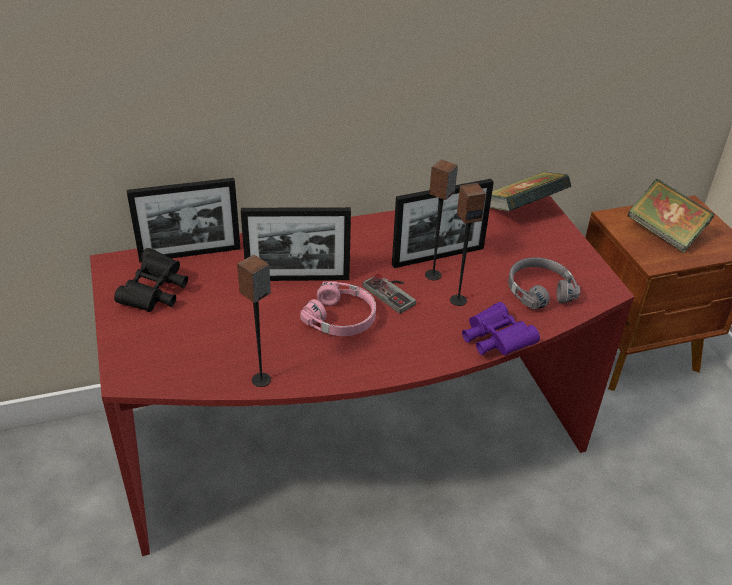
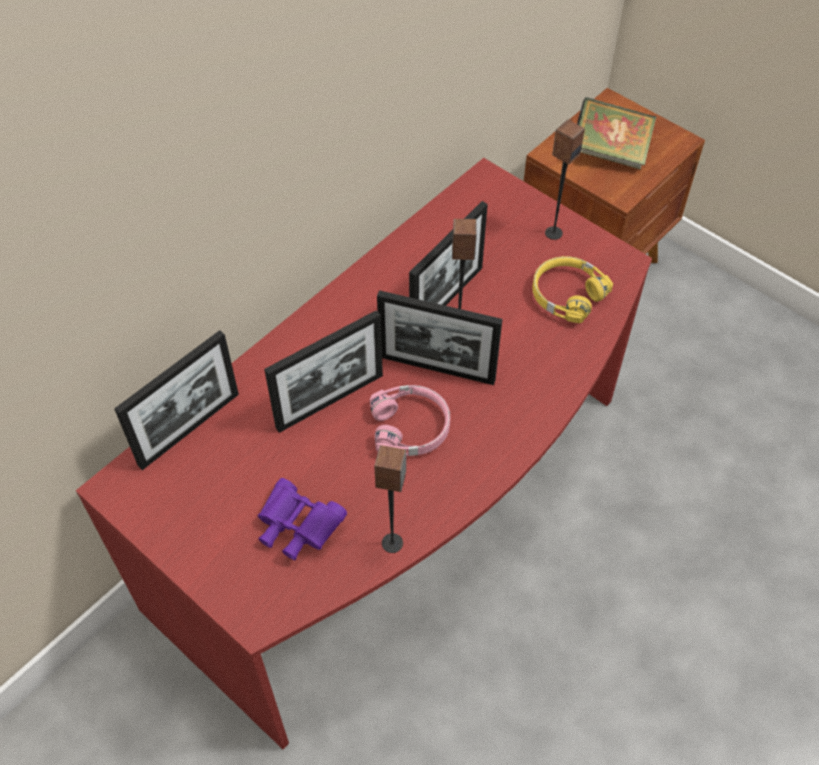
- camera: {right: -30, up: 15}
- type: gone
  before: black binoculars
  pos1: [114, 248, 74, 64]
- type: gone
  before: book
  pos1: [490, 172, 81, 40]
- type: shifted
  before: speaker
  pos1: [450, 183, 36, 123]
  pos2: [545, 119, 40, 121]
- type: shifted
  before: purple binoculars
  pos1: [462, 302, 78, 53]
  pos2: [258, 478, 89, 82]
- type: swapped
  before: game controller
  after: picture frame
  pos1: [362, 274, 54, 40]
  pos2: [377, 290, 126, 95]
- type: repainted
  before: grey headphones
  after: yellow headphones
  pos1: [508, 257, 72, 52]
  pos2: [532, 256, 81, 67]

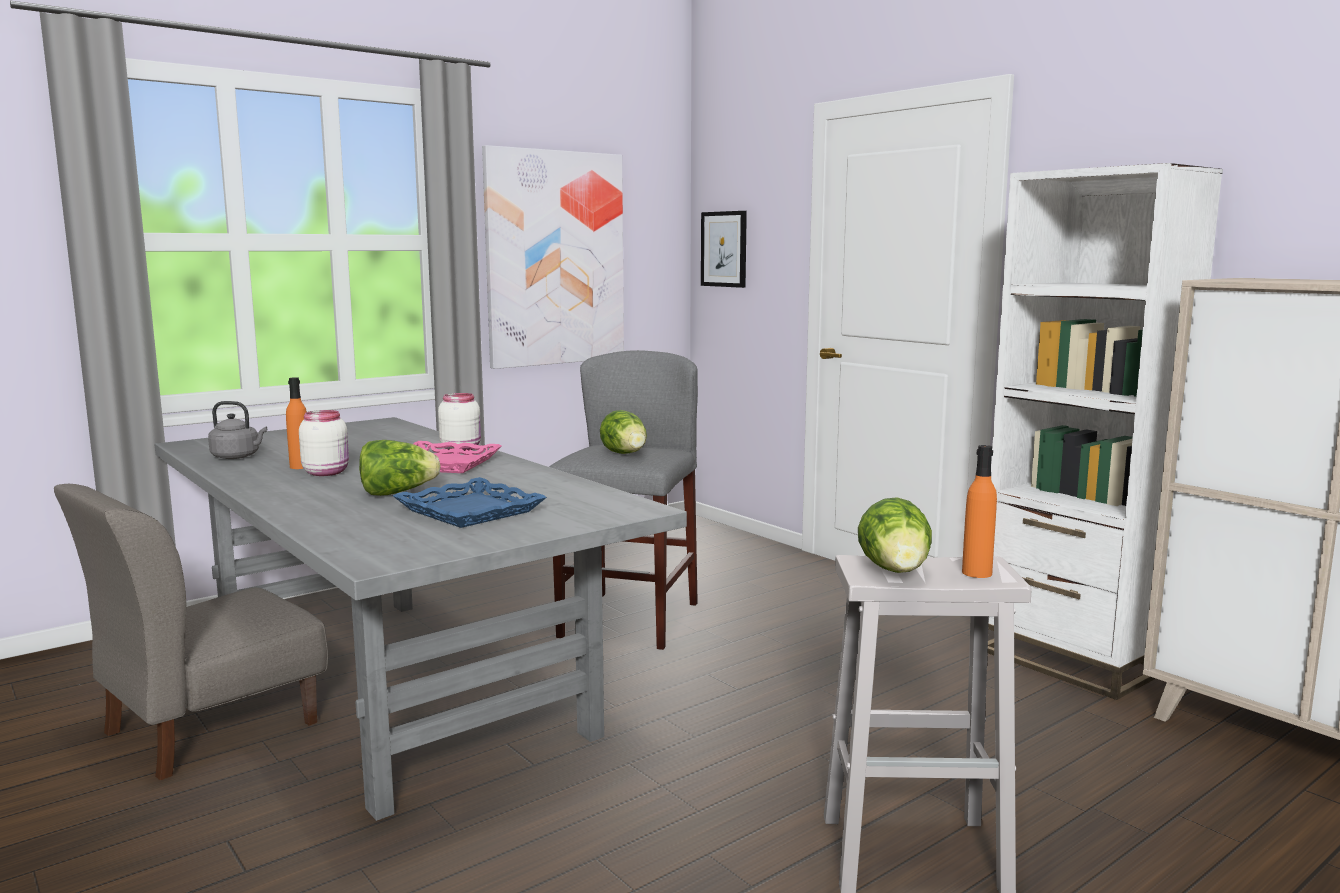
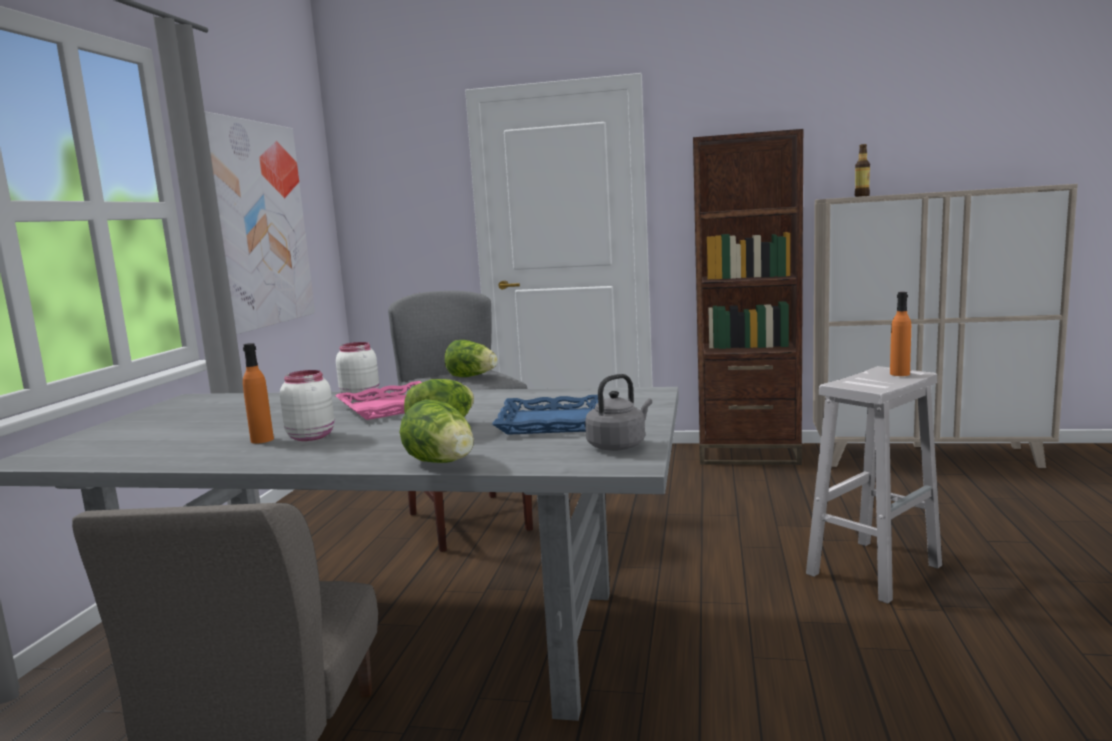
- camera: {right: -40, up: 0}
- type: gone
  before: picture
  pos1: [701, 211, 46, 77]
- type: new
  after: bottle
  pos2: [855, 144, 15, 53]
- type: shifted
  before: grey kettle
  pos1: [208, 401, 59, 58]
  pos2: [585, 374, 67, 77]
- type: shifted
  before: lettuce
  pos1: [858, 497, 74, 76]
  pos2: [400, 399, 74, 64]
- type: repainted
  before: white bookcase
  after: brown bookcase
  pos1: [988, 163, 235, 537]
  pos2: [693, 129, 110, 336]

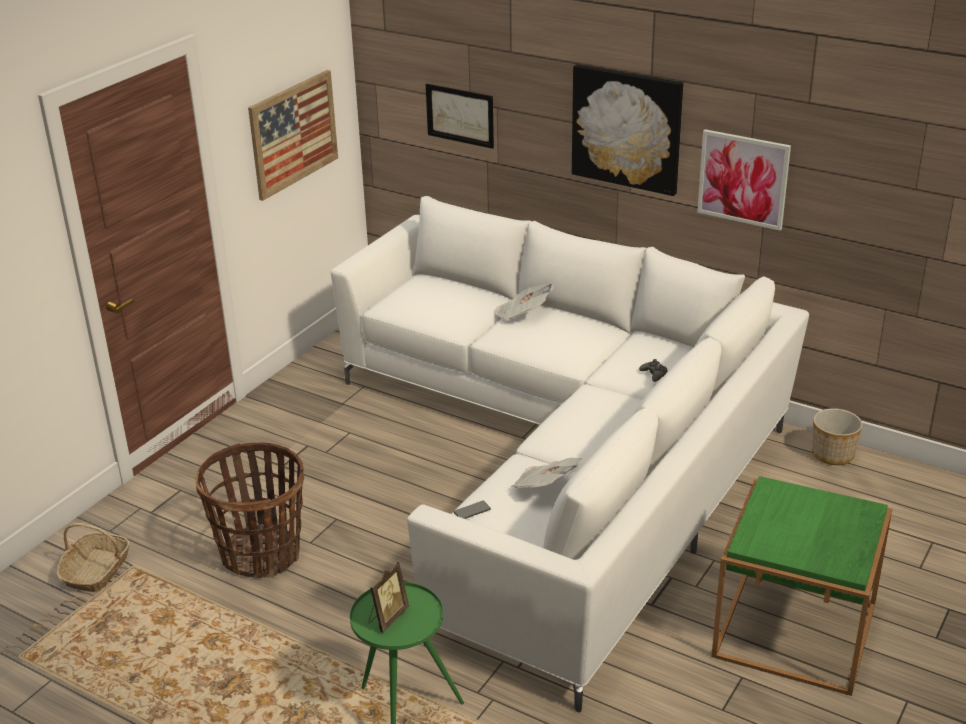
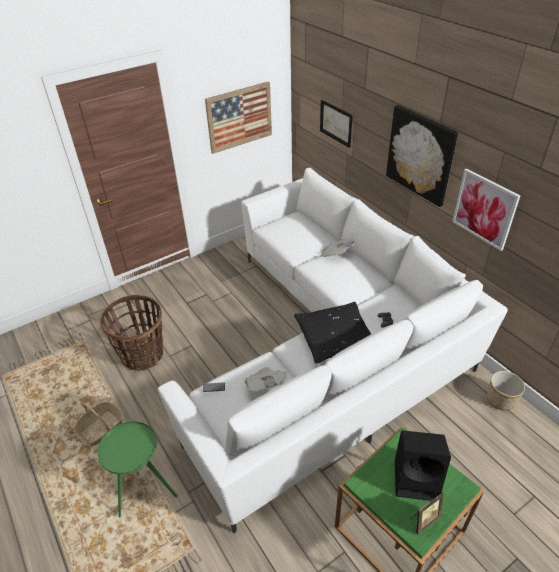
- camera: {right: 25, up: 10}
- type: new
  after: black pillow
  pos2: [294, 302, 77, 62]
- type: new
  after: black speaker
  pos2: [395, 430, 56, 71]
- type: shifted
  before: basket
  pos1: [56, 523, 74, 69]
  pos2: [73, 401, 51, 45]
- type: shifted
  before: picture frame
  pos1: [369, 562, 40, 71]
  pos2: [409, 493, 34, 41]

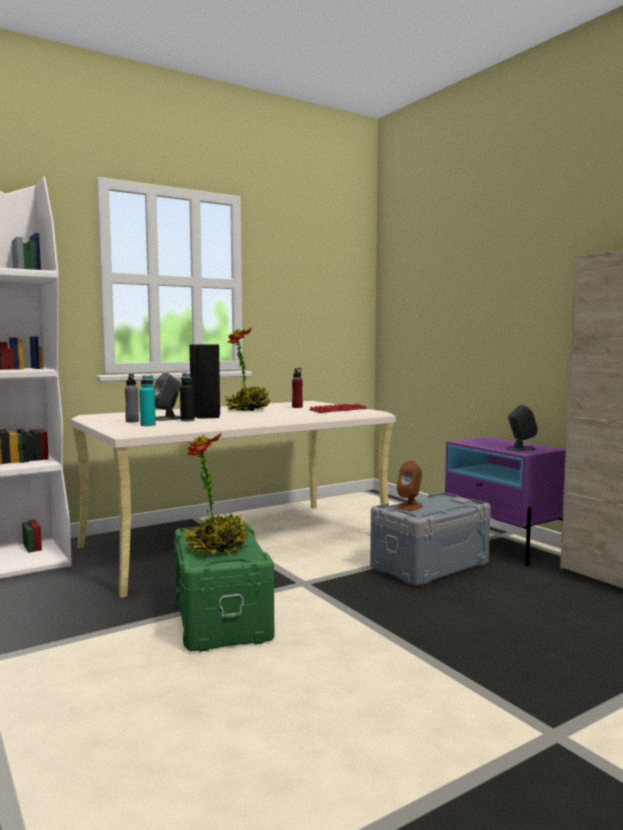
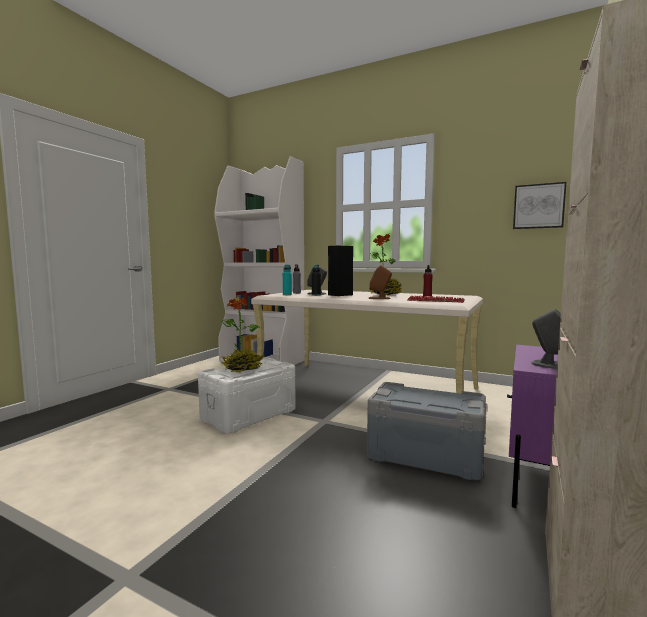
- camera: {right: 60, up: 0}
- type: new
  after: picture
  pos2: [513, 182, 53, 47]
- type: shifted
  before: brown speaker
  pos1: [397, 461, 26, 50]
  pos2: [368, 265, 24, 34]
- type: repainted
  before: green storage box
  after: white storage box
  pos1: [174, 523, 100, 129]
  pos2: [198, 357, 98, 77]

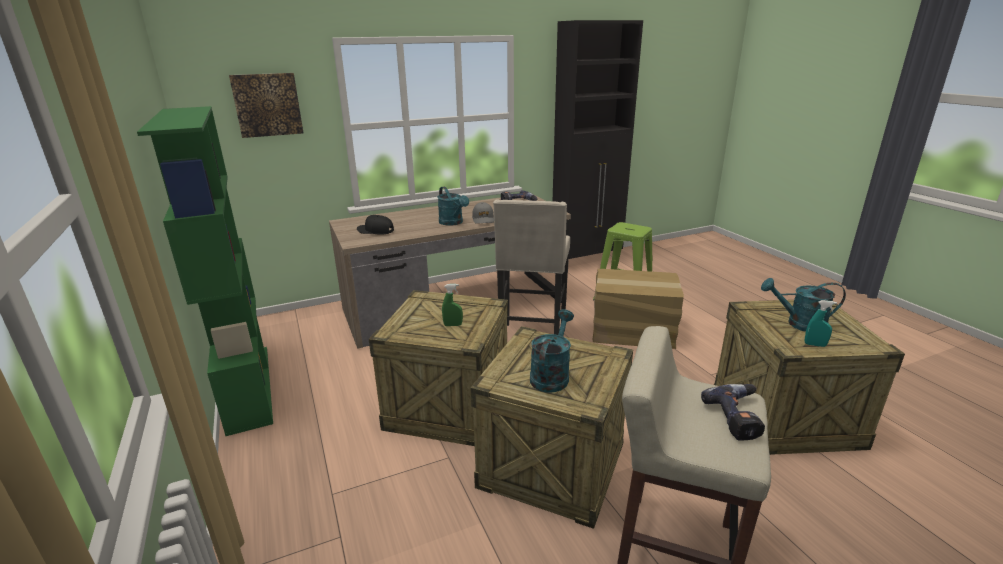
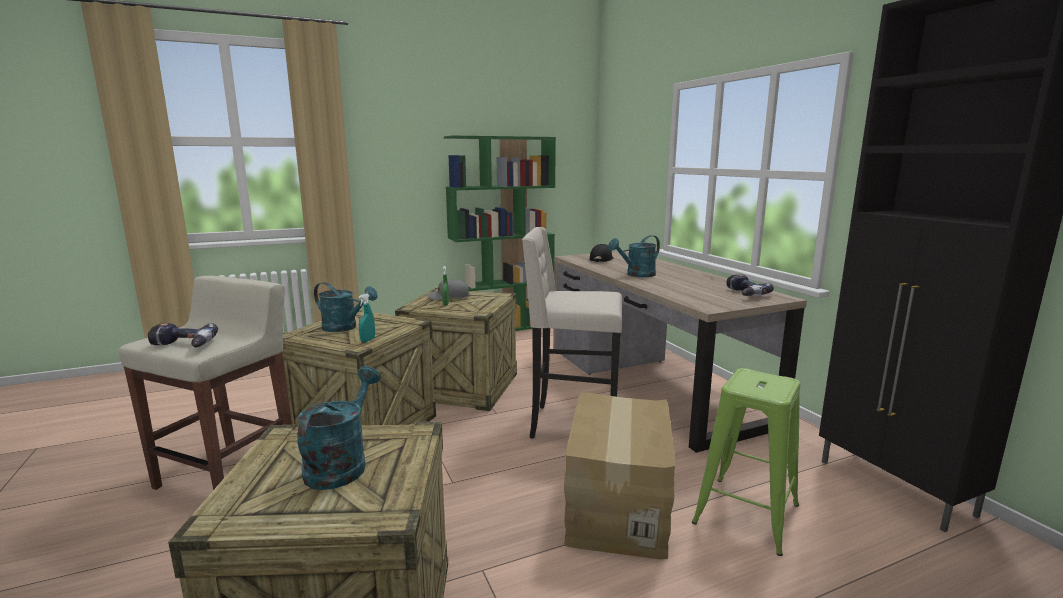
- camera: {right: 90, up: -10}
- type: gone
  before: picture
  pos1: [229, 73, 74, 65]
- type: shifted
  before: grey cap
  pos1: [472, 202, 22, 22]
  pos2: [427, 279, 42, 21]
- type: shifted
  before: turquoise spray bottle
  pos1: [805, 300, 32, 47]
  pos2: [358, 293, 17, 50]

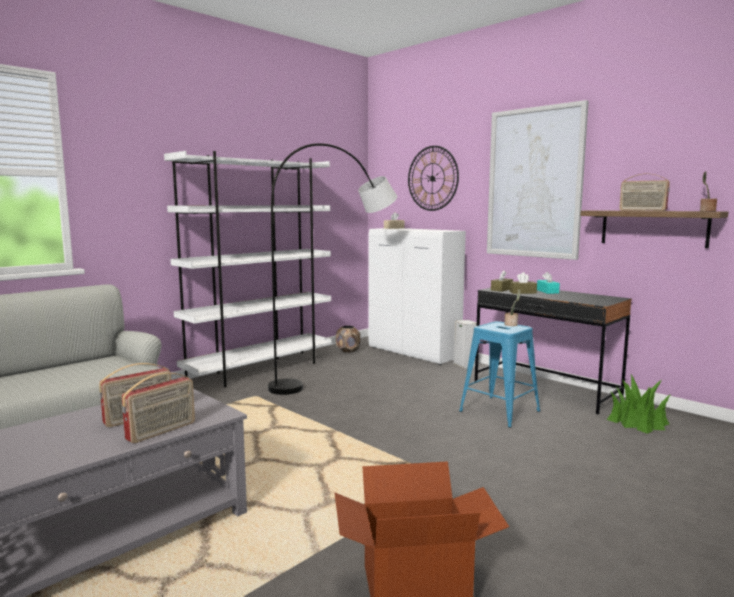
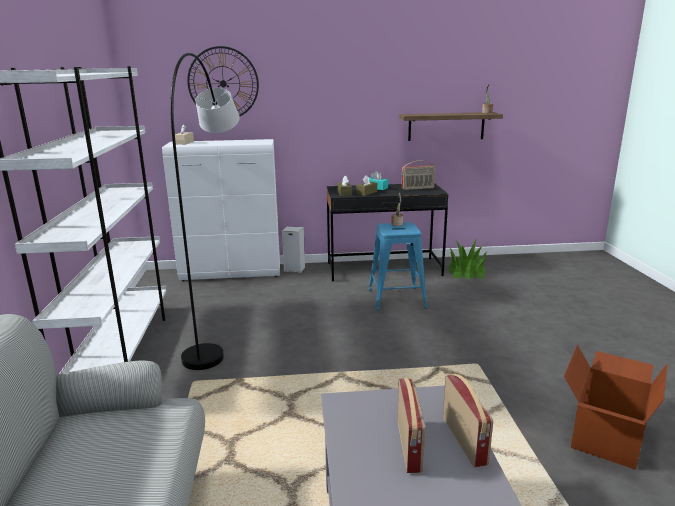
- camera: {right: -50, up: 10}
- type: gone
  before: brown planter
  pos1: [336, 326, 24, 27]
- type: gone
  before: picture
  pos1: [487, 100, 102, 160]
- type: shifted
  before: radio
  pos1: [619, 174, 51, 37]
  pos2: [402, 160, 33, 30]

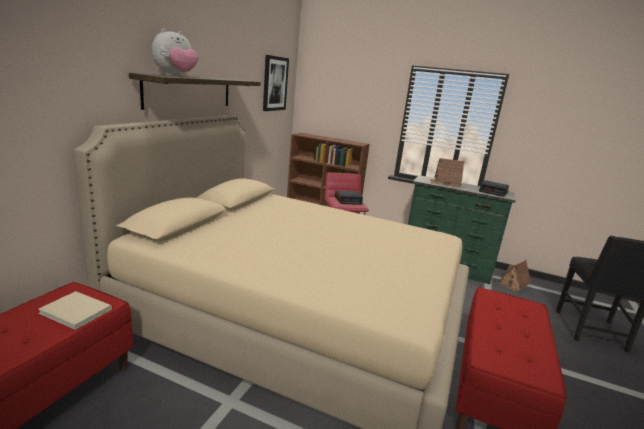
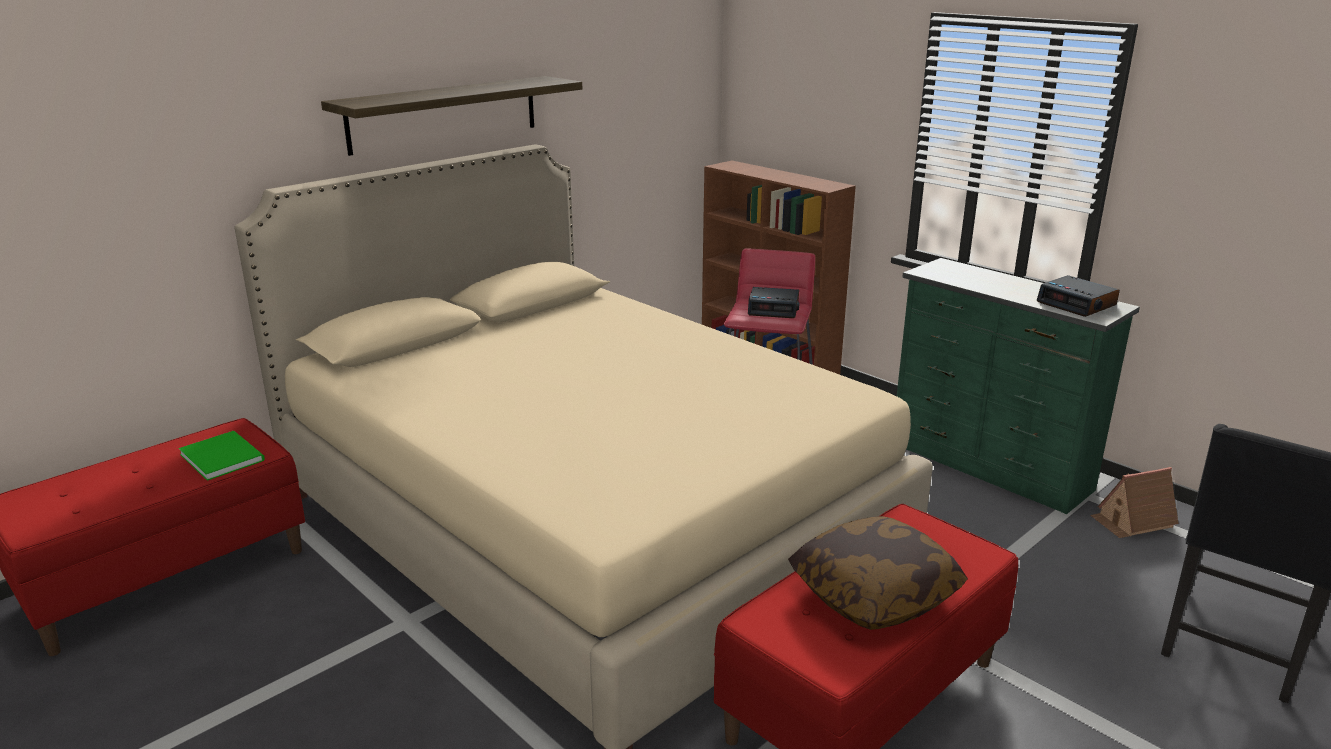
- camera: {right: 25, up: 5}
- type: gone
  before: plush toy
  pos1: [152, 28, 46, 48]
- type: gone
  before: picture
  pos1: [263, 55, 26, 56]
- type: gone
  before: toy house
  pos1: [430, 158, 35, 29]
- type: new
  after: pillow
  pos2: [788, 516, 180, 114]
- type: repainted
  before: beige book
  after: green book
  pos1: [38, 291, 74, 39]
  pos2: [179, 431, 86, 50]

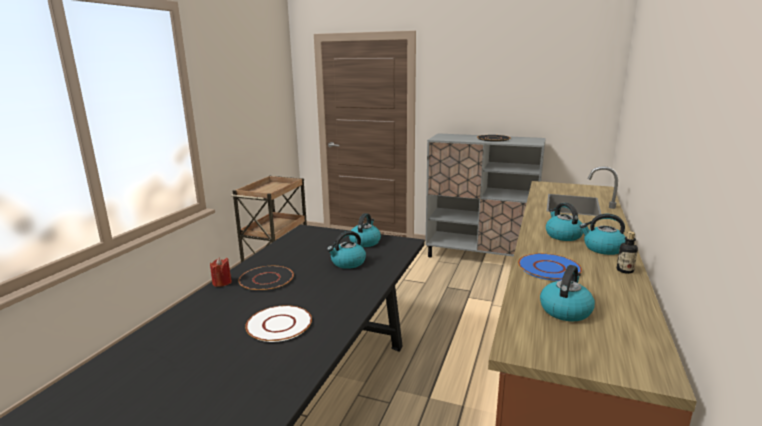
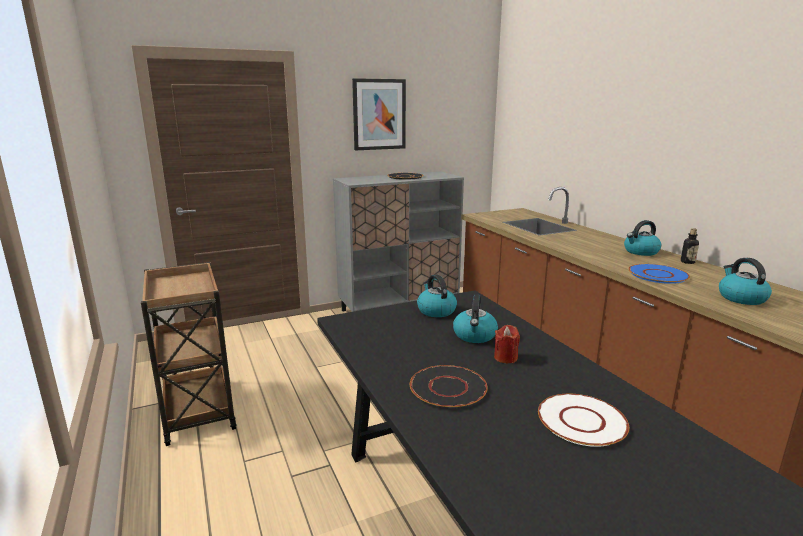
- camera: {right: -45, up: 0}
- type: gone
  before: kettle
  pos1: [546, 203, 37, 38]
- type: new
  after: picture
  pos2: [352, 78, 54, 72]
- type: shifted
  before: red candle
  pos1: [210, 257, 22, 30]
  pos2: [494, 325, 26, 38]

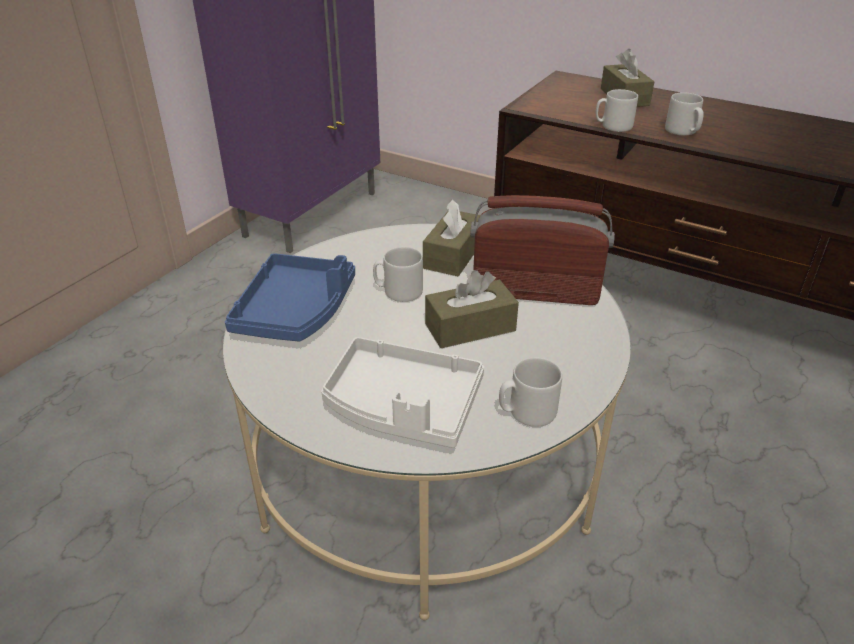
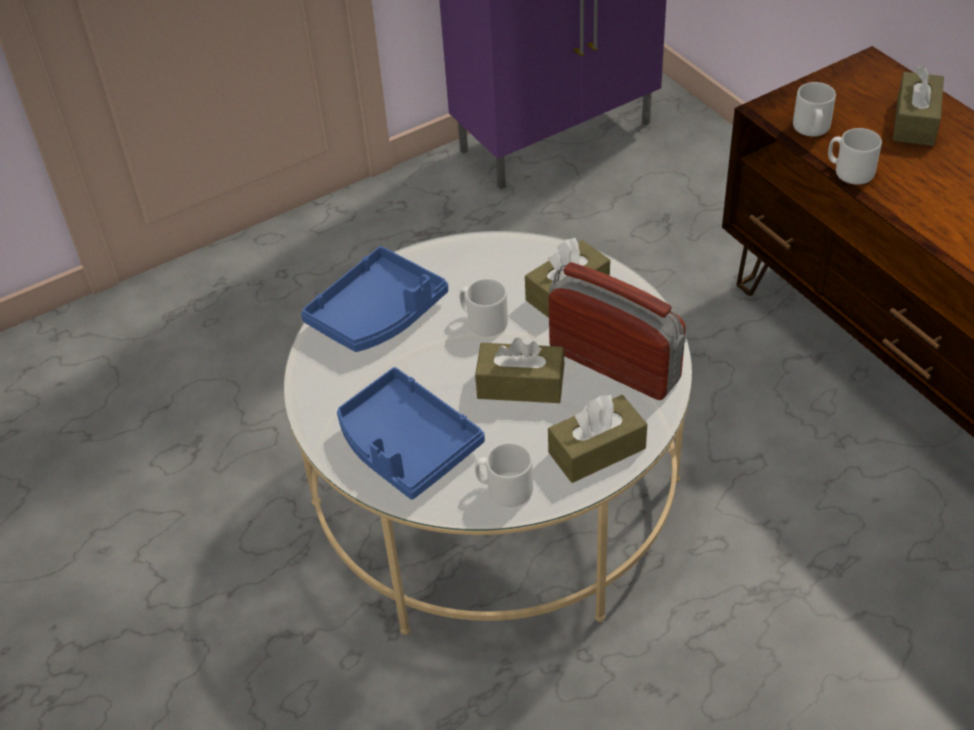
- camera: {right: 30, up: 10}
- type: new
  after: brown tissue box
  pos2: [548, 394, 99, 89]
- type: shifted
  before: grey mug
  pos1: [665, 92, 39, 44]
  pos2: [793, 82, 43, 54]
- type: repainted
  before: white tray
  after: blue tray
  pos1: [321, 337, 163, 111]
  pos2: [337, 367, 148, 133]

